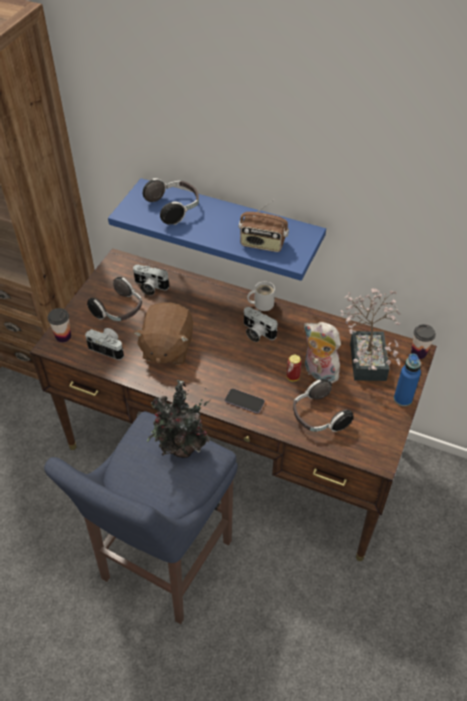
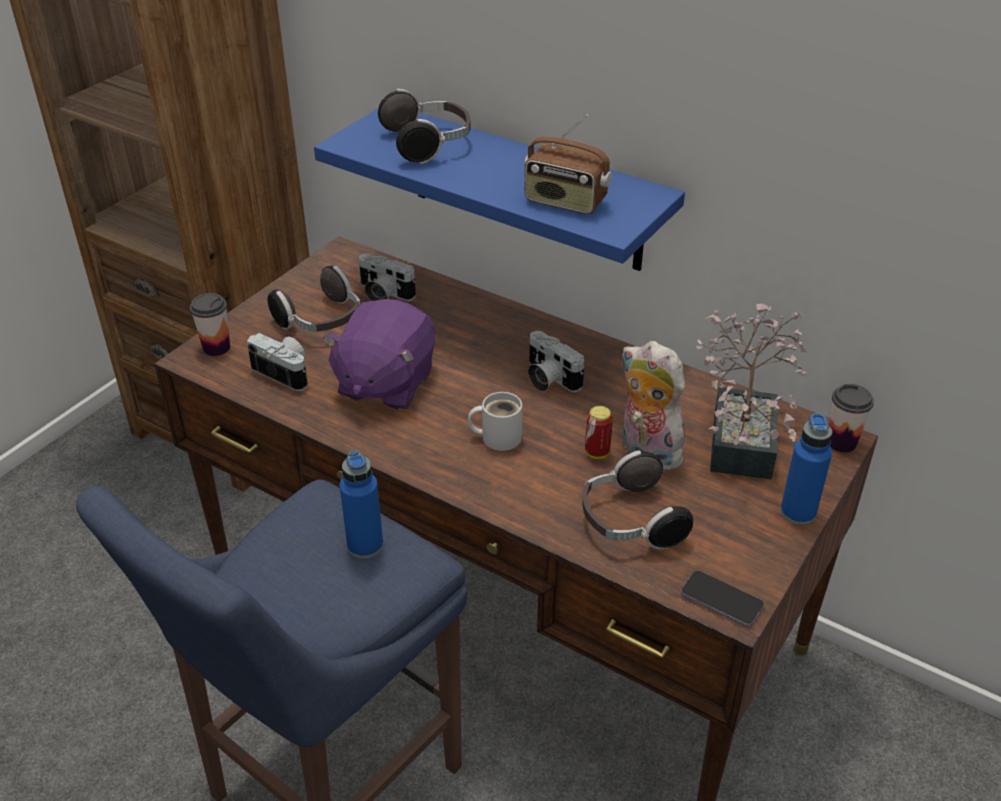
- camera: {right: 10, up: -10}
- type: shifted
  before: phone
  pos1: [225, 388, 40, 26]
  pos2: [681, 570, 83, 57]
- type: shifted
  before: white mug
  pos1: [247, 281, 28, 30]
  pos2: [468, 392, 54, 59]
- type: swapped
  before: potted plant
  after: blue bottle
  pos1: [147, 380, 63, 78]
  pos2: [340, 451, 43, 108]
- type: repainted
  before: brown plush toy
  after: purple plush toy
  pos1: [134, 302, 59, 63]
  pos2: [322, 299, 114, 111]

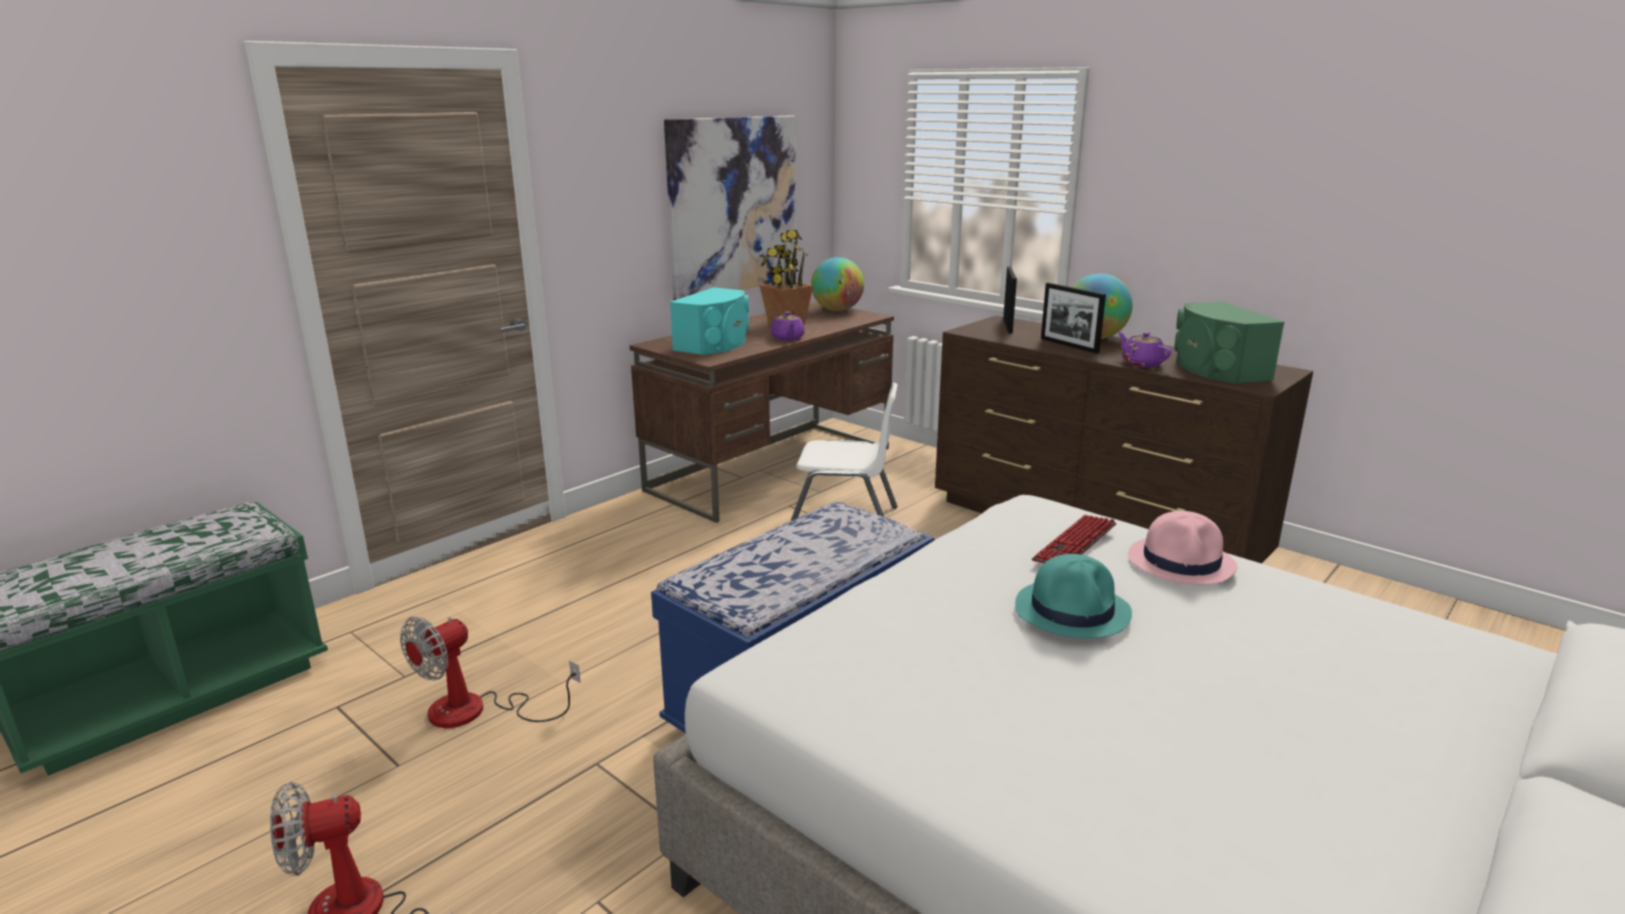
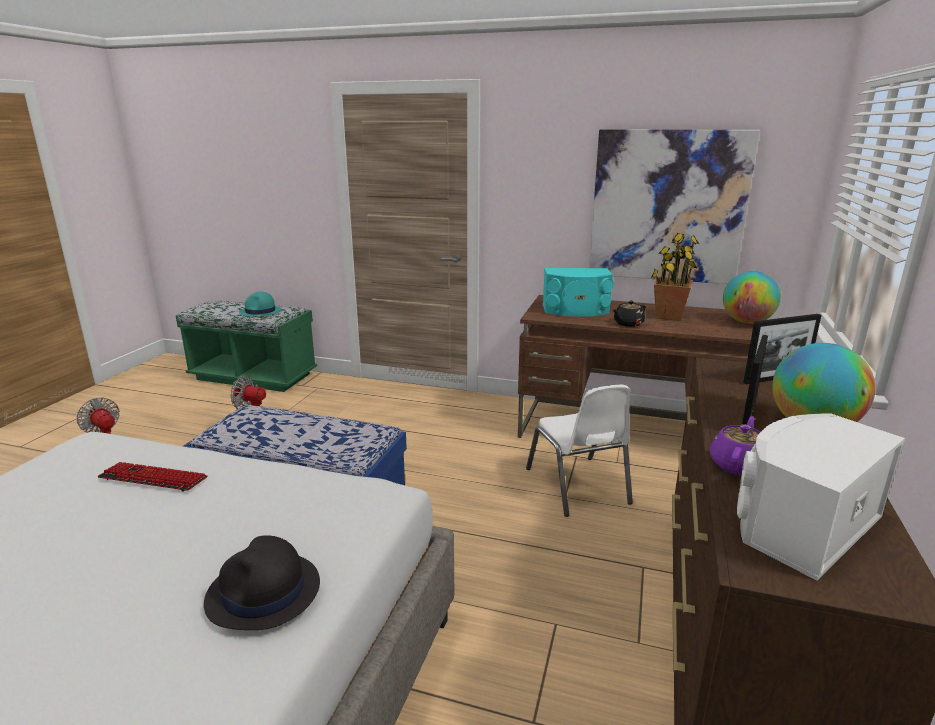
- camera: {right: 65, up: 0}
- type: shifted
  before: turquoise hat
  pos1: [1015, 554, 117, 84]
  pos2: [239, 292, 42, 24]
- type: shifted
  before: keyboard
  pos1: [1032, 515, 84, 48]
  pos2: [97, 462, 110, 30]
- type: repainted
  before: purple teapot
  after: black teapot
  pos1: [771, 311, 34, 30]
  pos2: [613, 301, 33, 26]
- type: repainted
  before: pink hat
  after: black hat
  pos1: [1128, 511, 110, 74]
  pos2: [204, 535, 116, 95]
- type: repainted
  before: green speaker
  after: white speaker
  pos1: [1174, 301, 110, 83]
  pos2: [737, 413, 168, 168]

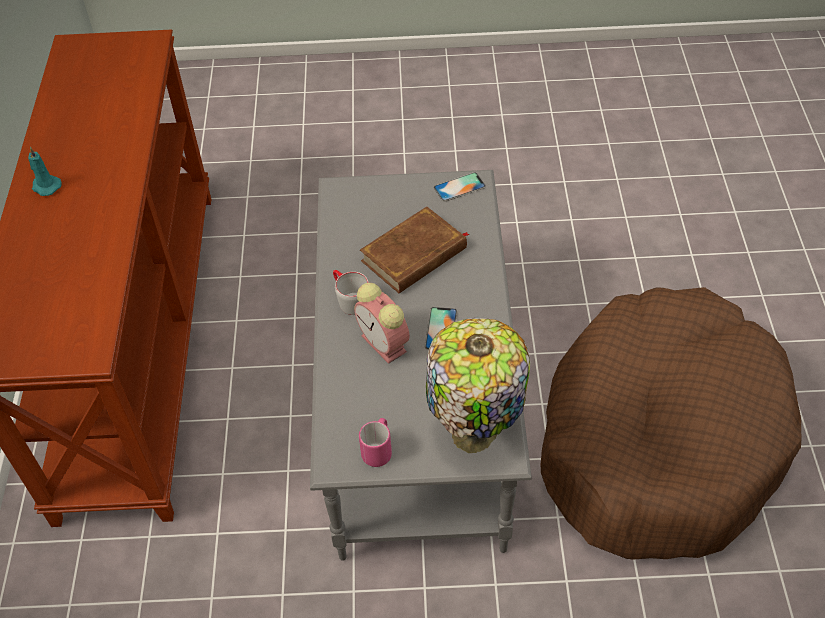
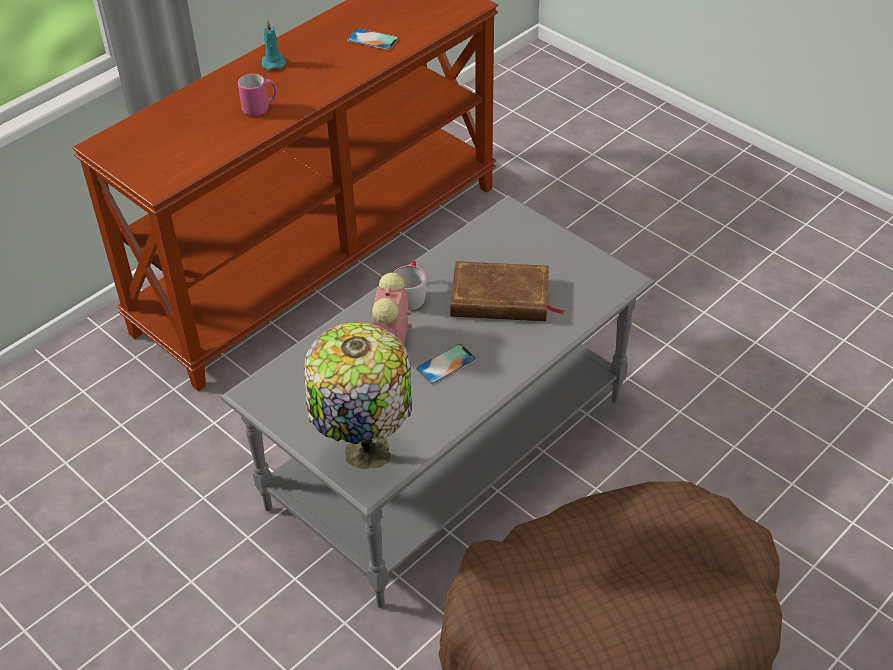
- camera: {right: 45, up: -5}
- type: shifted
  before: pink mug
  pos1: [359, 418, 33, 49]
  pos2: [238, 74, 39, 42]
- type: shifted
  before: phone
  pos1: [434, 172, 52, 30]
  pos2: [347, 28, 52, 22]

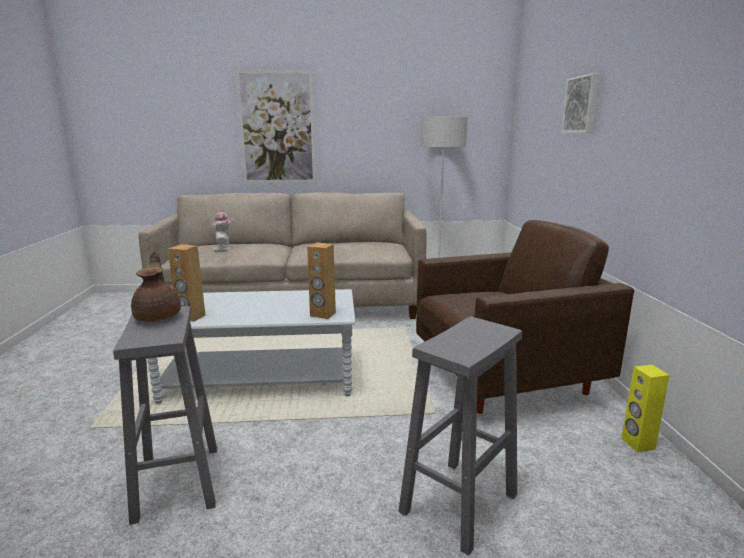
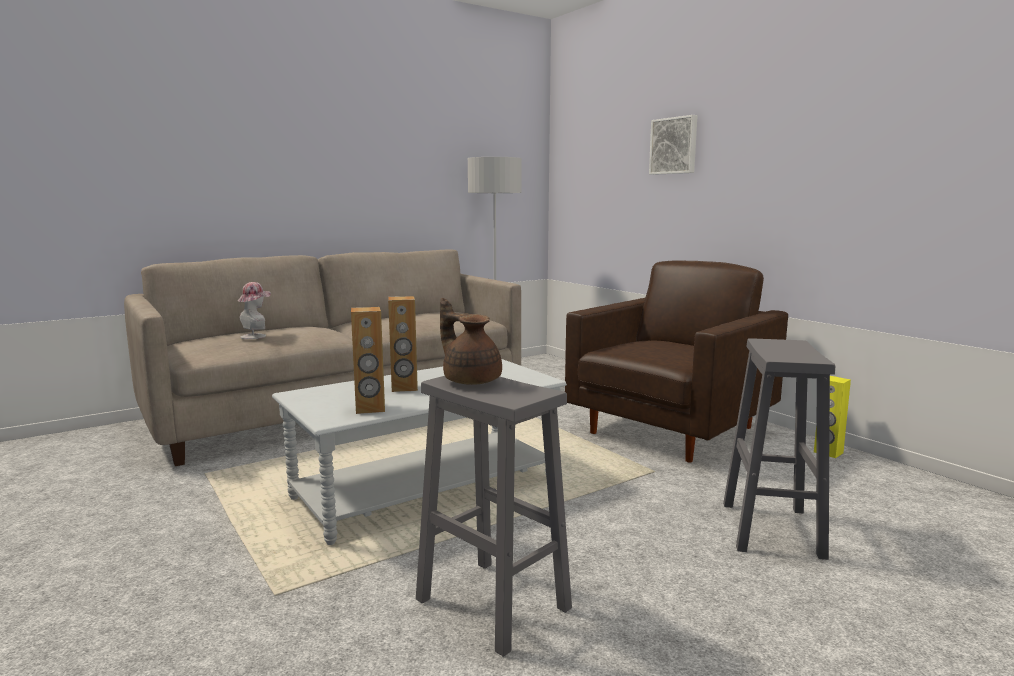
- camera: {right: -30, up: -5}
- type: gone
  before: picture
  pos1: [235, 70, 81, 113]
- type: shifted
  before: brown speaker
  pos1: [307, 243, 29, 76]
  pos2: [388, 296, 30, 96]

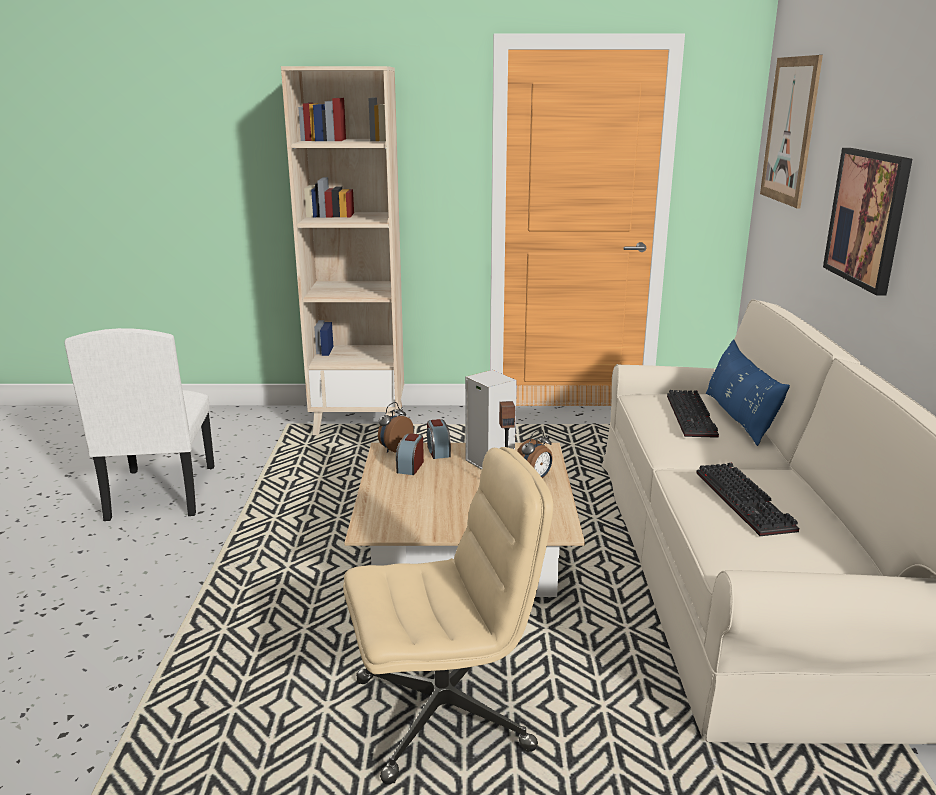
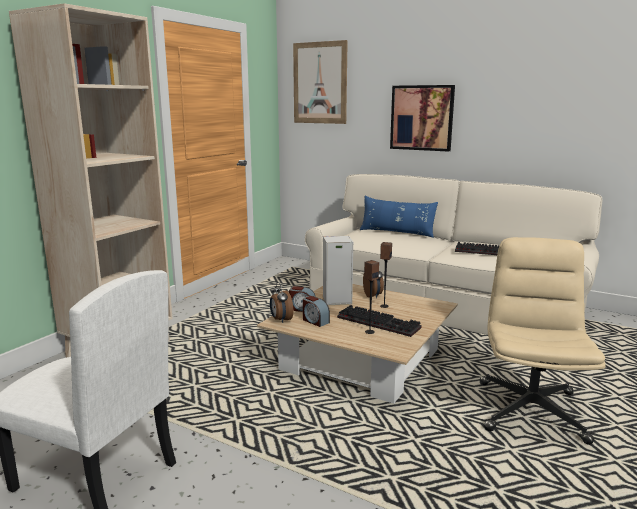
- camera: {right: -60, up: -5}
- type: new
  after: speaker
  pos2: [364, 260, 15, 74]
- type: shifted
  before: keyboard
  pos1: [667, 390, 52, 48]
  pos2: [337, 305, 85, 32]

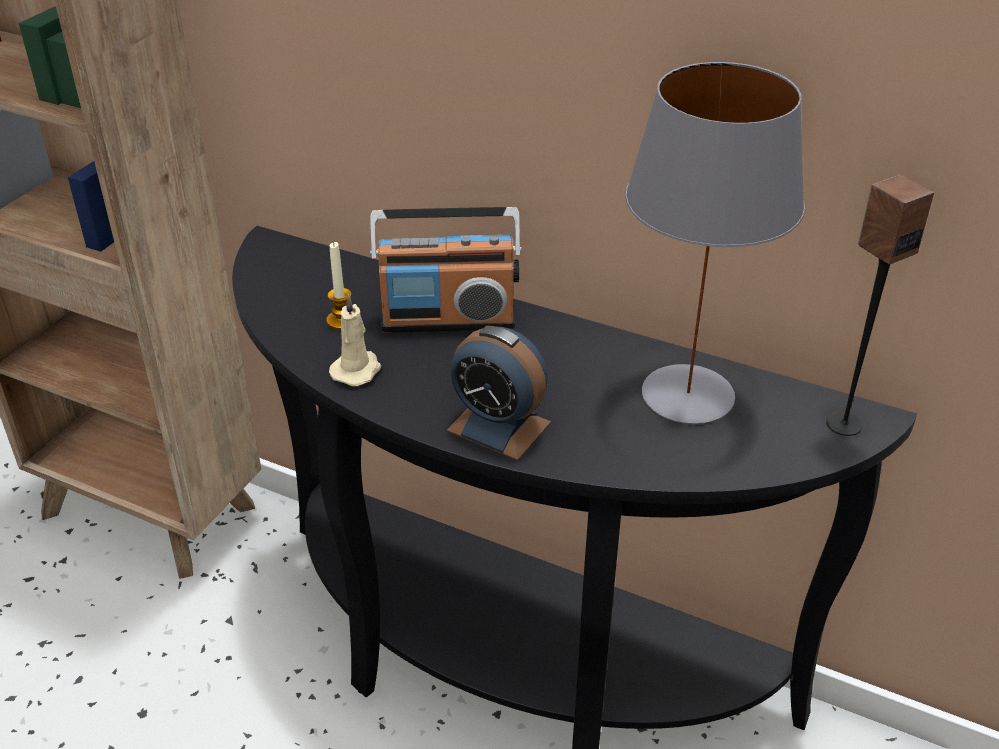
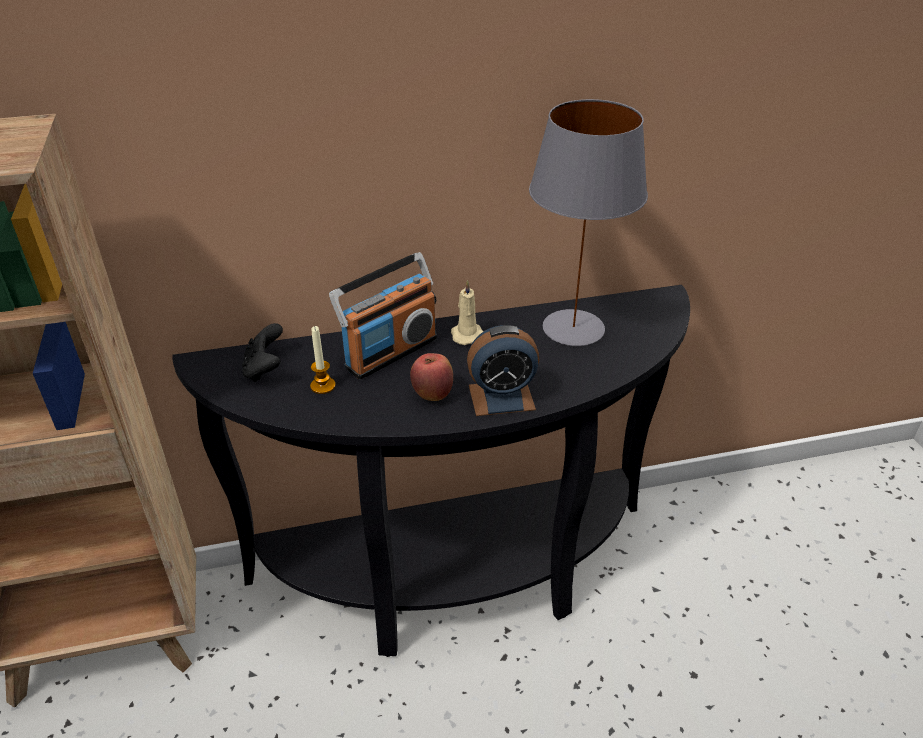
- camera: {right: -40, up: 0}
- type: gone
  before: speaker
  pos1: [826, 174, 108, 262]
- type: new
  after: black game controller
  pos2: [242, 323, 41, 59]
- type: new
  after: apple
  pos2: [410, 353, 43, 48]
- type: shifted
  before: beige candle
  pos1: [329, 293, 52, 93]
  pos2: [451, 280, 32, 65]

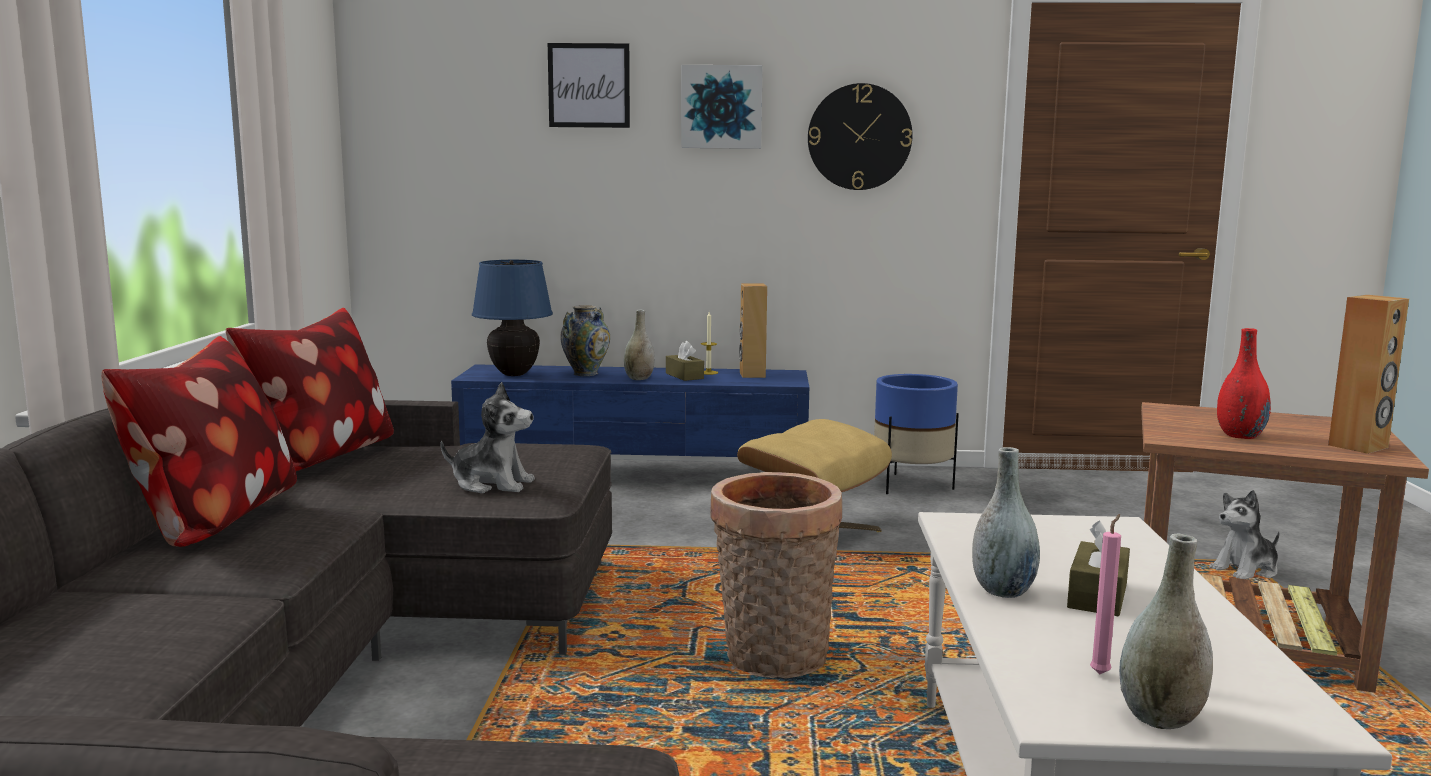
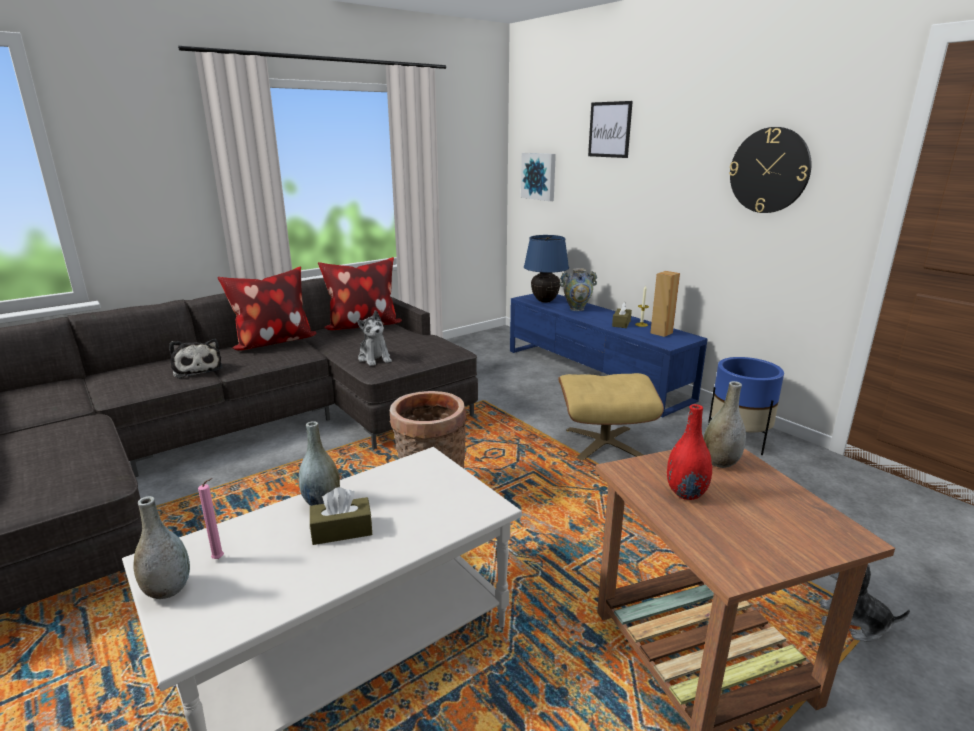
- camera: {right: 50, up: 10}
- type: gone
  before: brown speaker
  pos1: [1328, 295, 81, 159]
- type: new
  after: plush toy
  pos2: [169, 339, 54, 40]
- type: shifted
  before: grey vase
  pos1: [624, 309, 31, 71]
  pos2: [703, 381, 43, 87]
- type: shifted
  before: picture
  pos1: [681, 65, 82, 84]
  pos2: [521, 153, 35, 48]

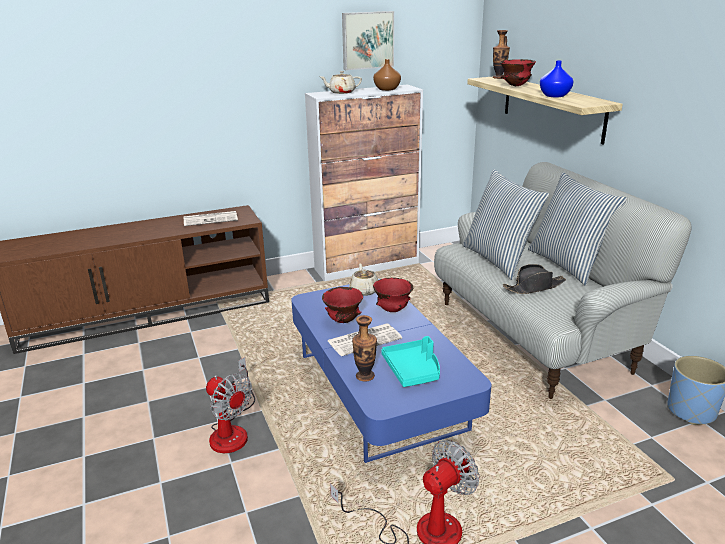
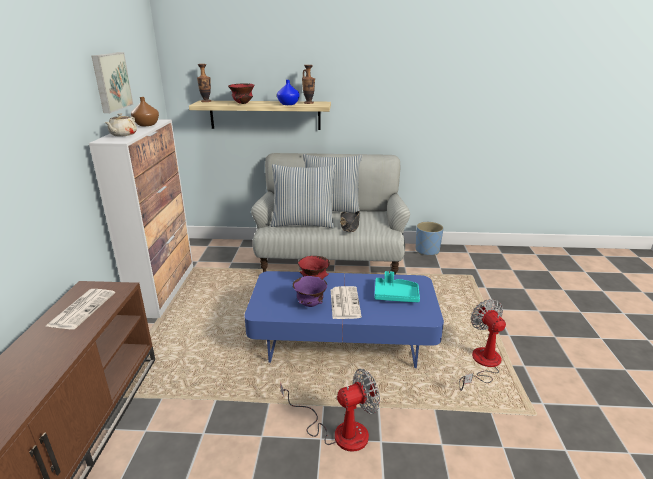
- camera: {right: -65, up: 0}
- type: gone
  before: beige teapot
  pos1: [349, 263, 29, 33]
- type: shifted
  before: vase
  pos1: [352, 315, 25, 67]
  pos2: [302, 65, 13, 39]
- type: repainted
  before: red bowl
  after: purple bowl
  pos1: [322, 287, 41, 36]
  pos2: [293, 276, 34, 31]

